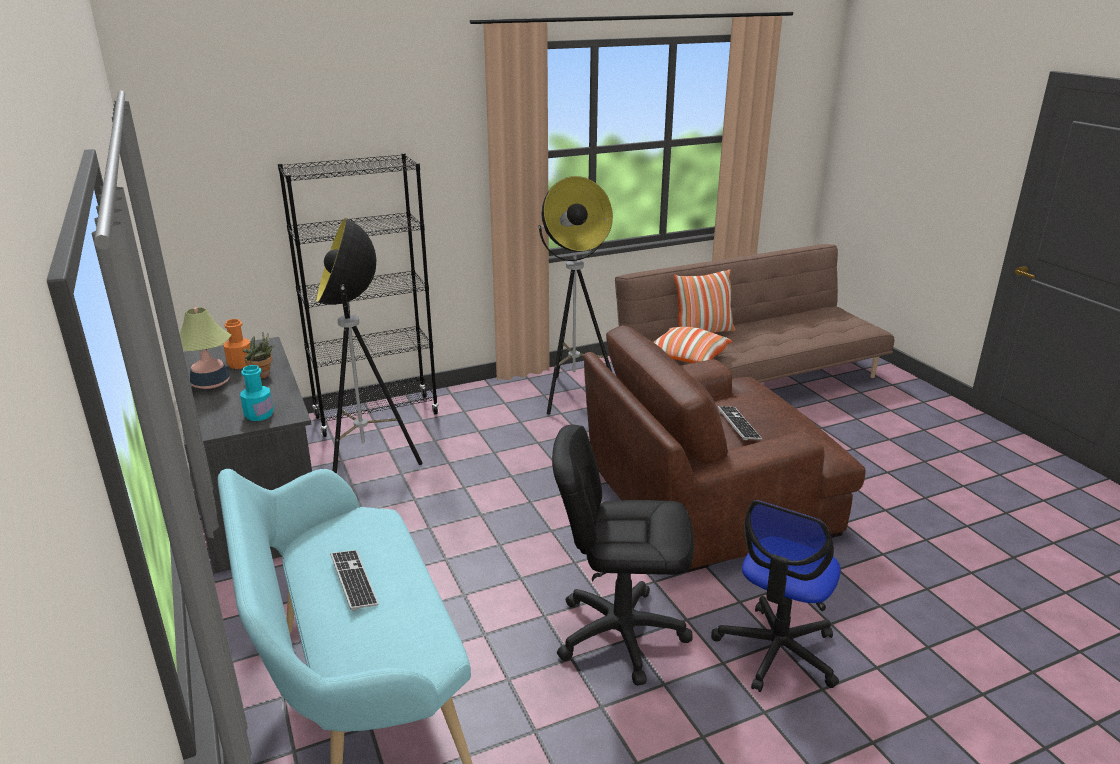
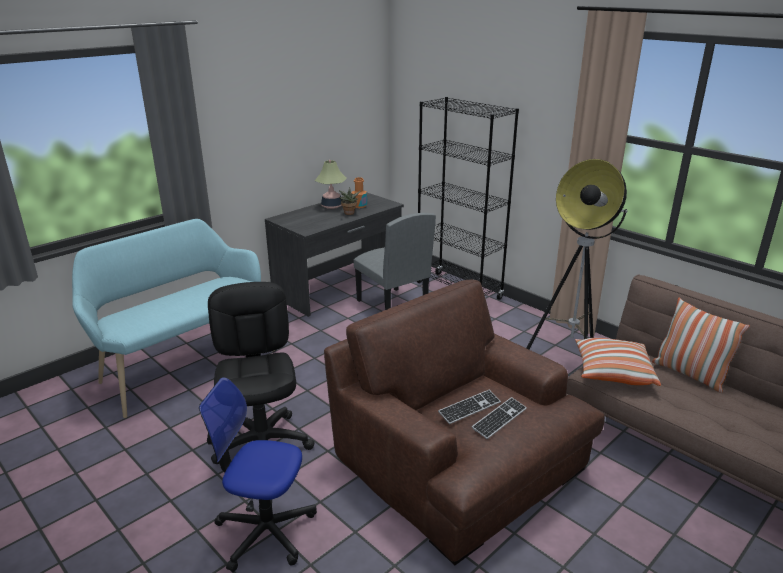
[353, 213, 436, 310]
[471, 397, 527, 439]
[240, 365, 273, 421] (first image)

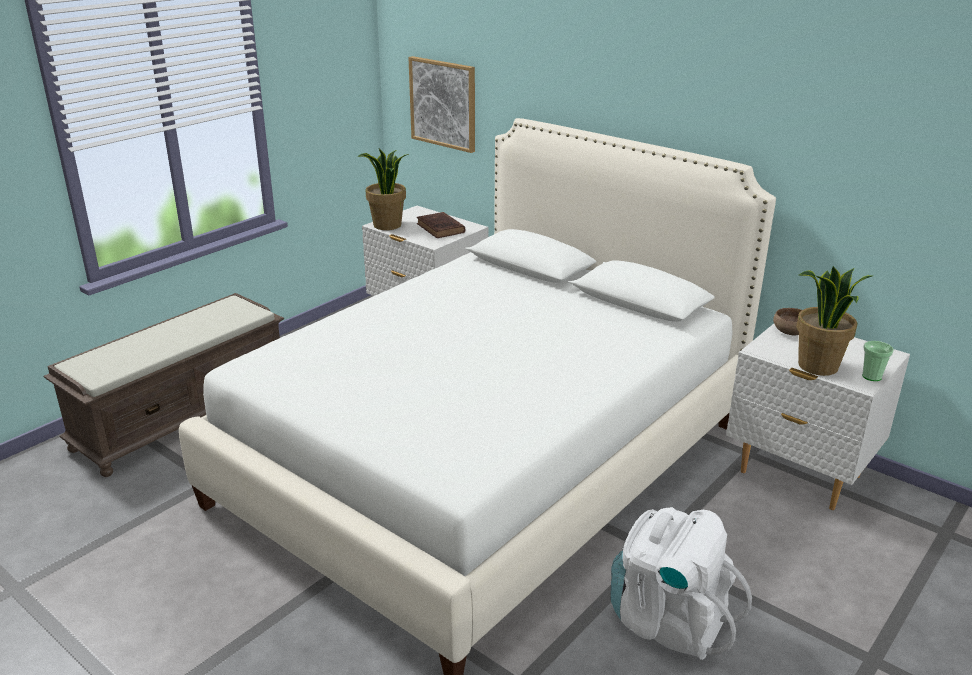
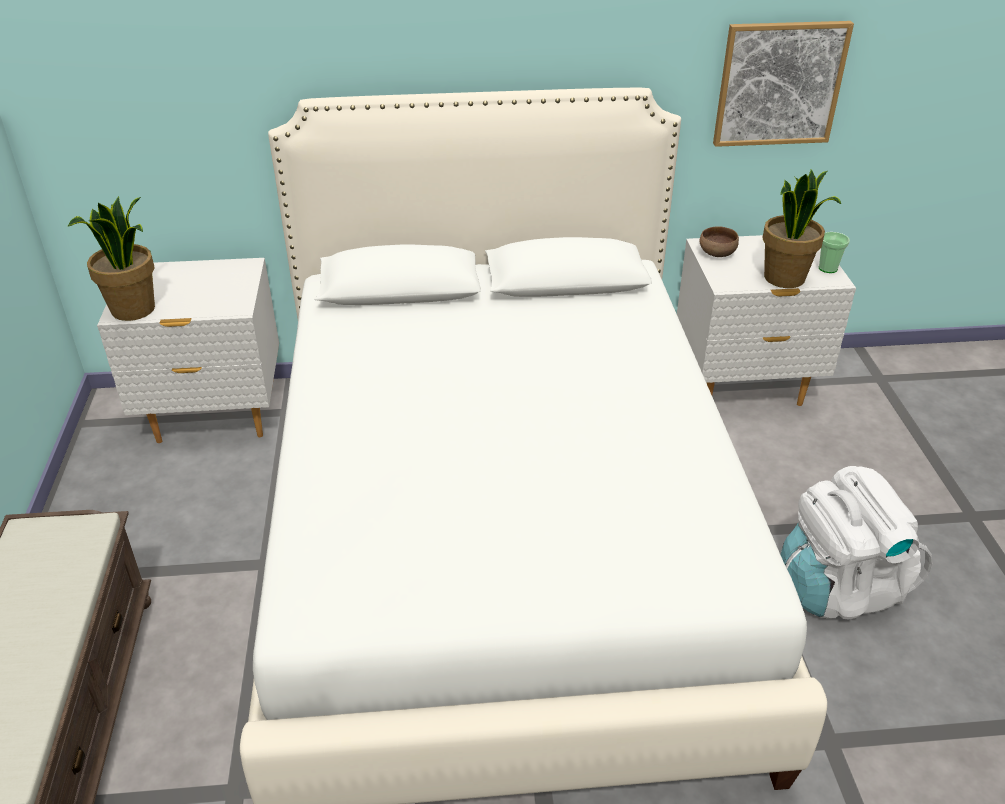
[713, 21, 854, 147]
[417, 212, 465, 238] (first image)

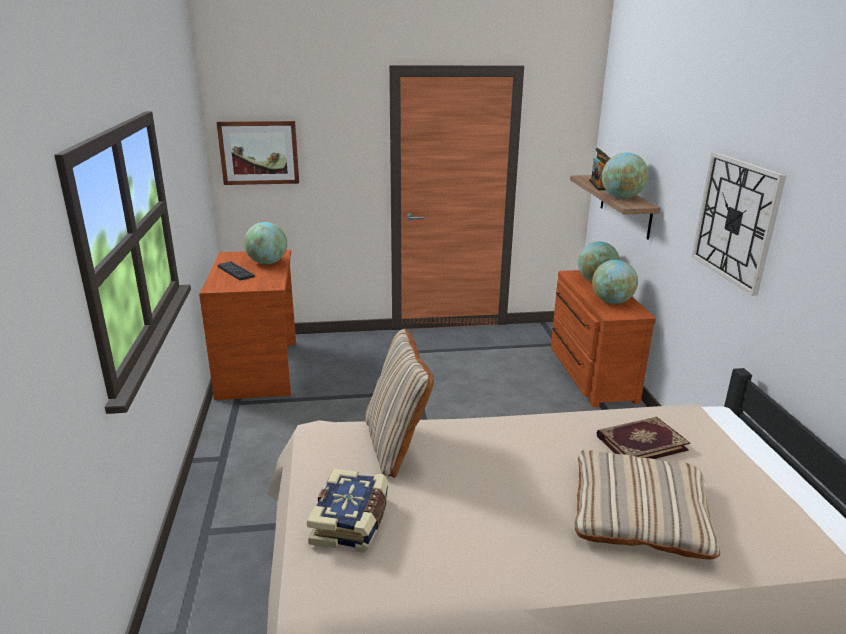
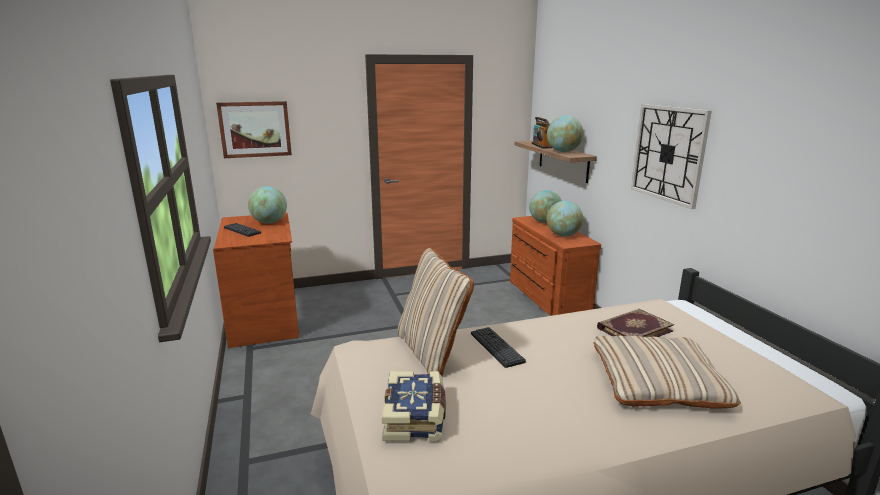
[471, 327, 526, 368]

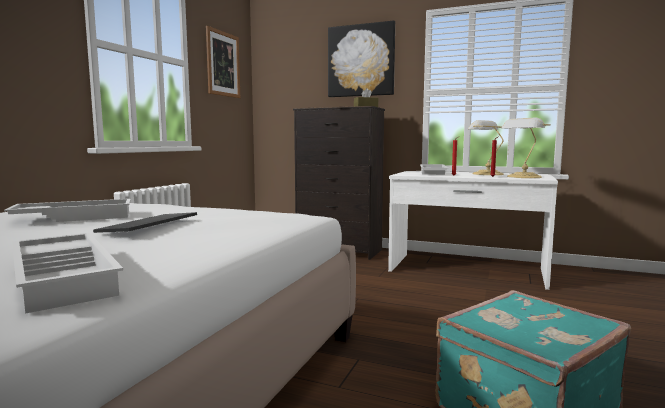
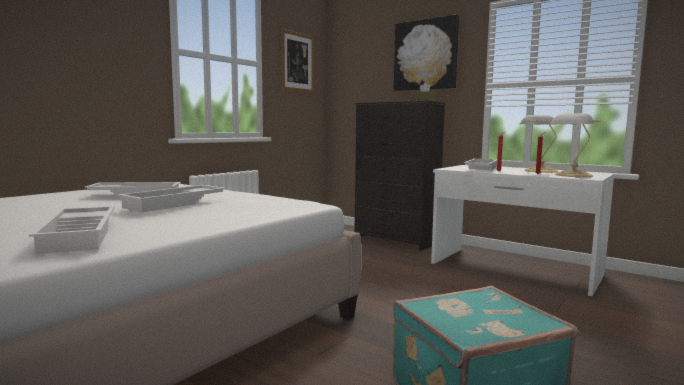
[118, 185, 226, 212]

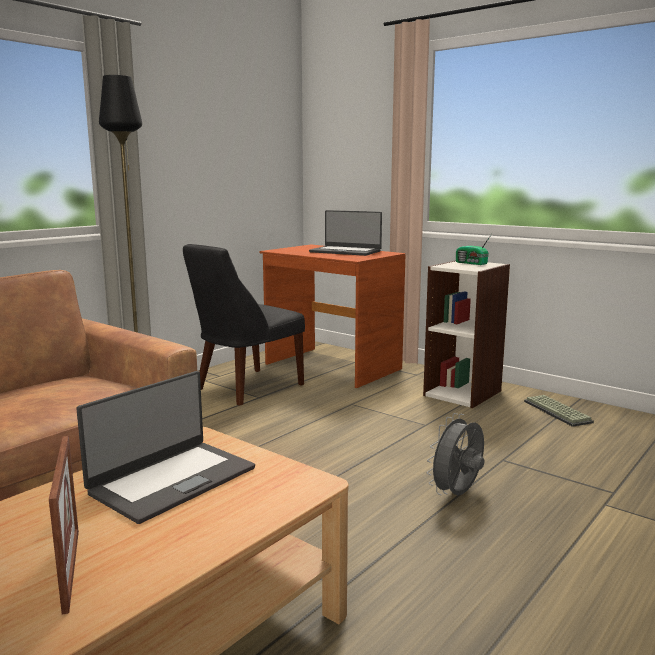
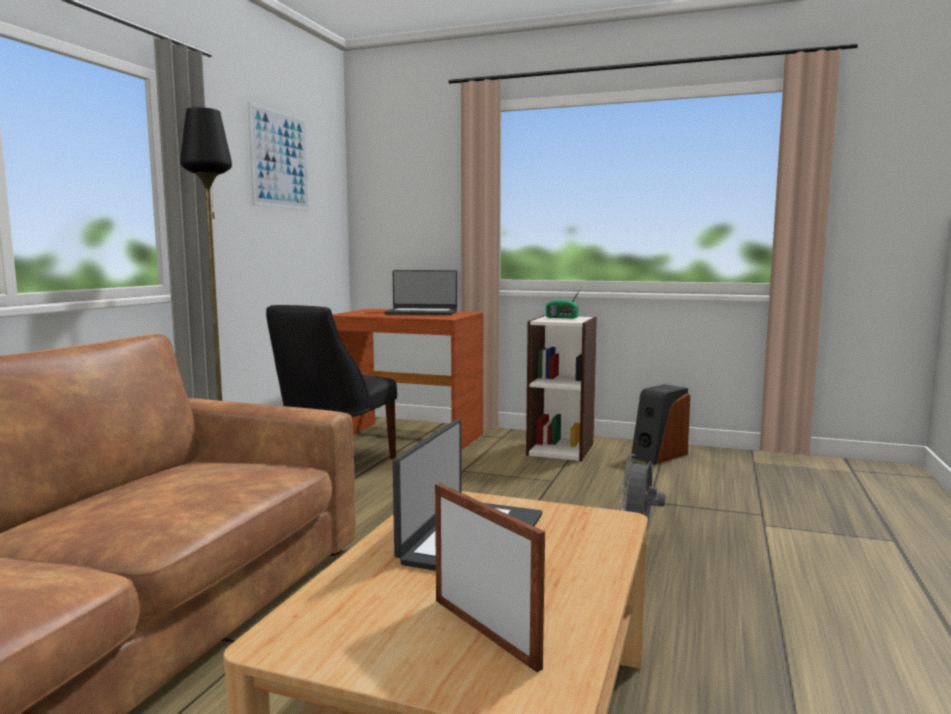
[248, 101, 310, 211]
[631, 384, 690, 464]

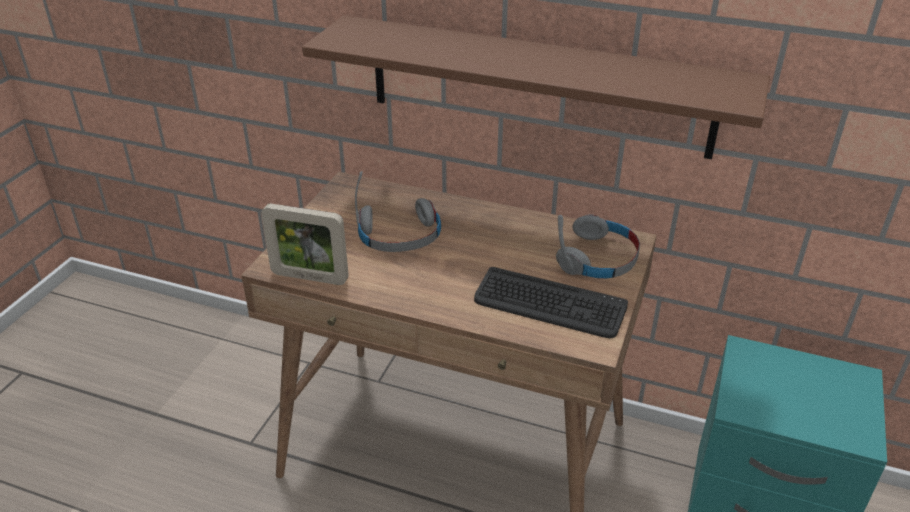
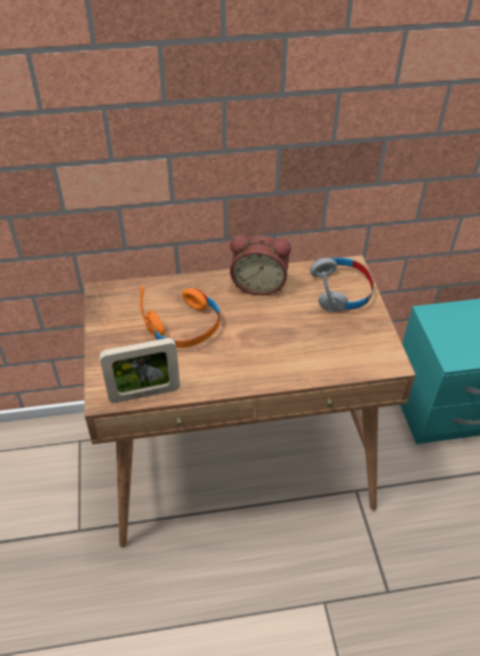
[140, 286, 220, 348]
[230, 235, 291, 295]
[302, 15, 770, 159] (first image)
[474, 267, 628, 338] (first image)

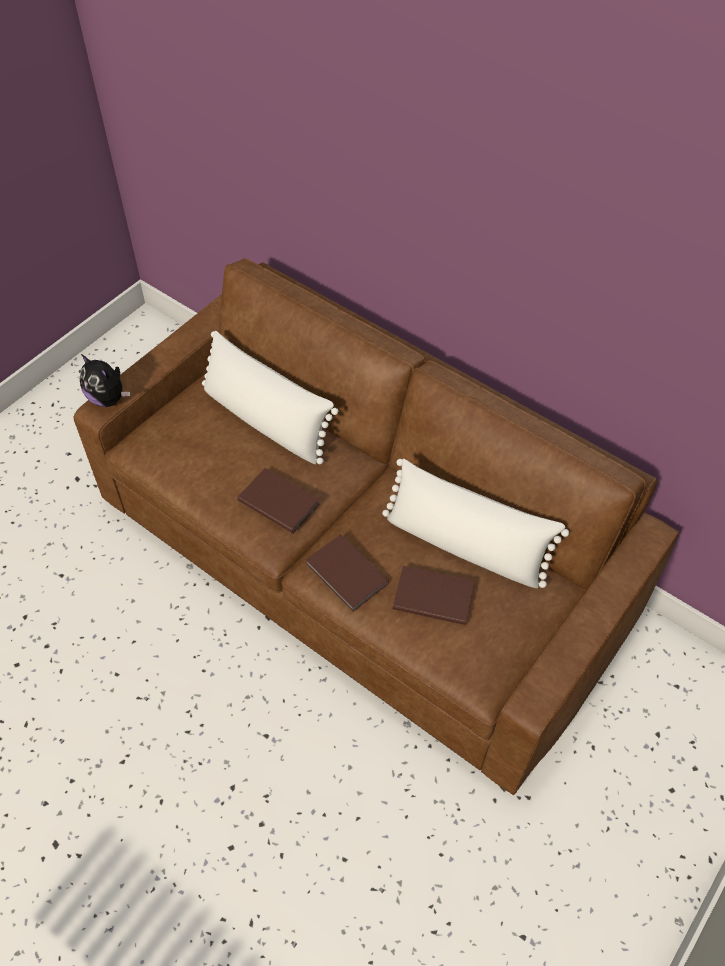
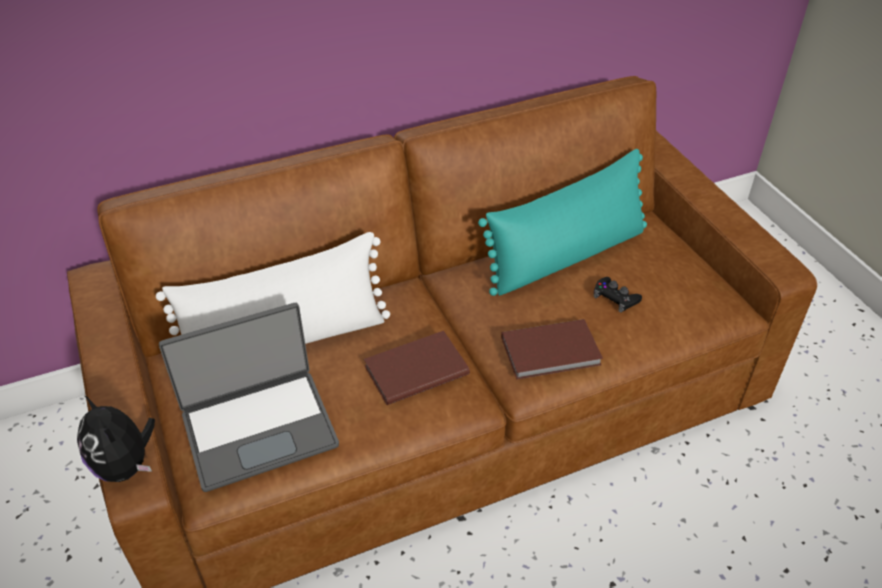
[77, 395, 155, 482]
[159, 303, 339, 492]
[478, 149, 647, 296]
[594, 277, 642, 313]

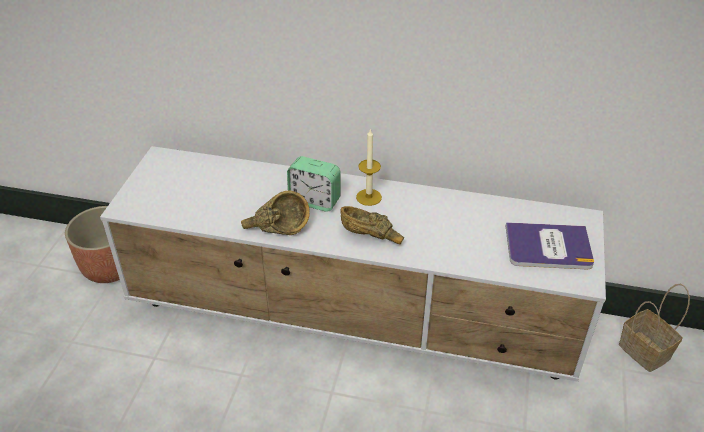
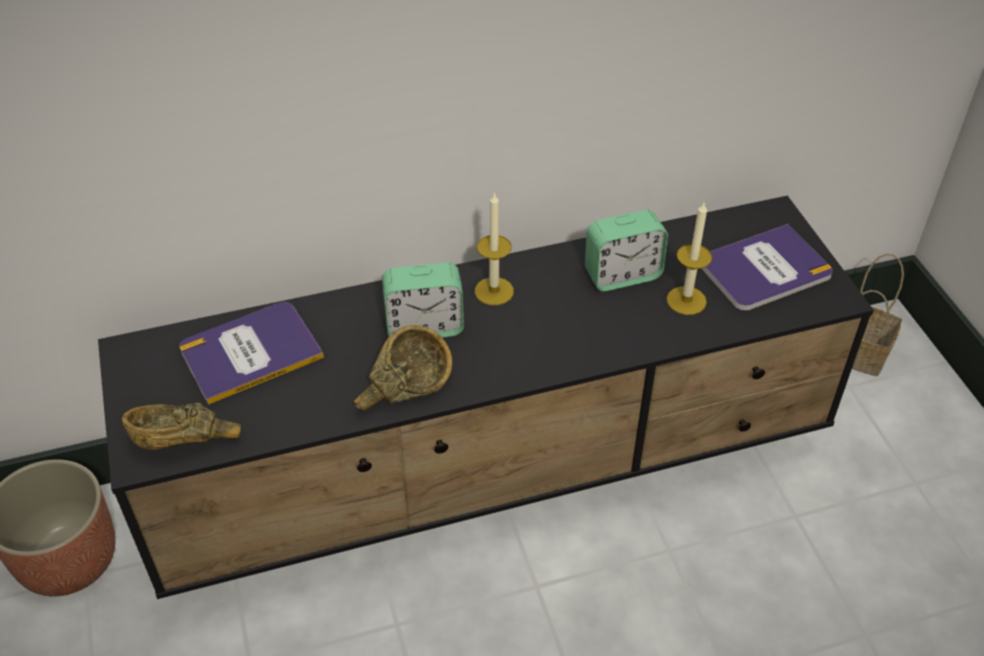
[98, 196, 874, 599]
[122, 402, 241, 450]
[179, 302, 324, 405]
[585, 210, 668, 291]
[667, 203, 712, 315]

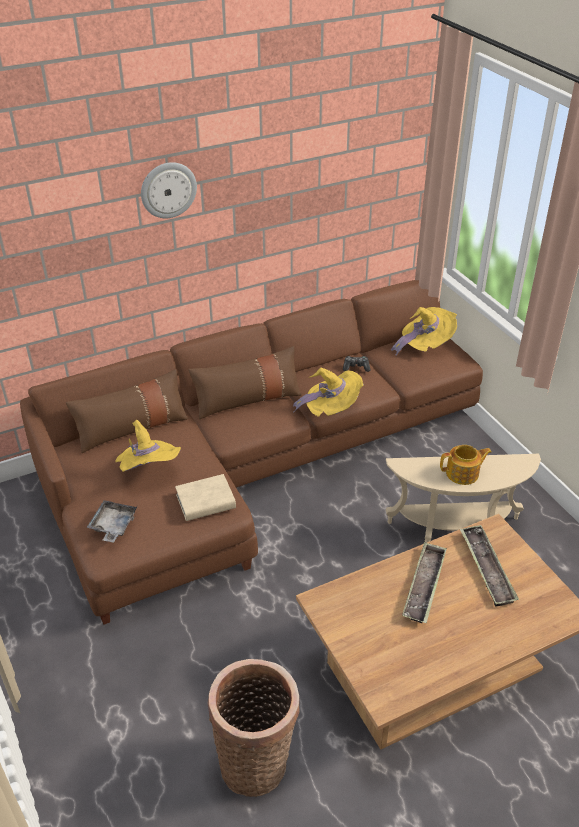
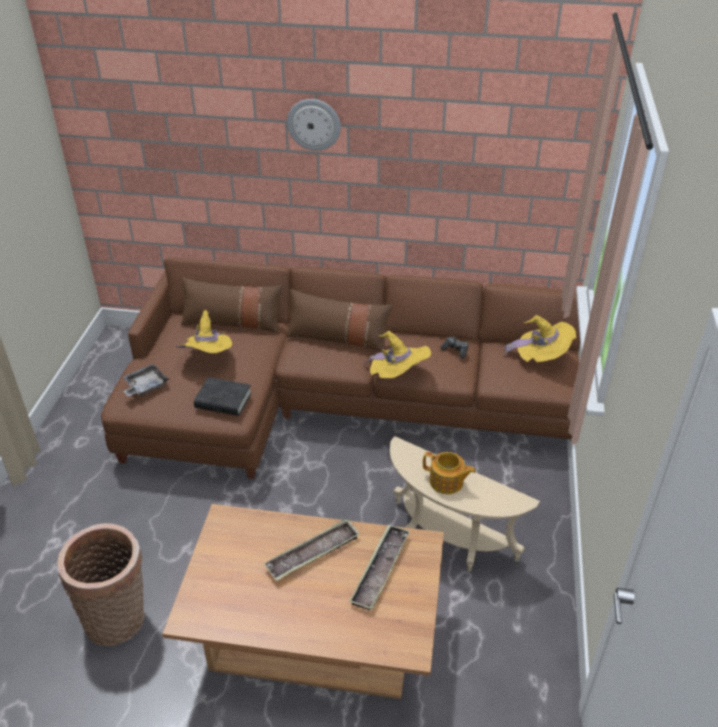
[194, 377, 252, 416]

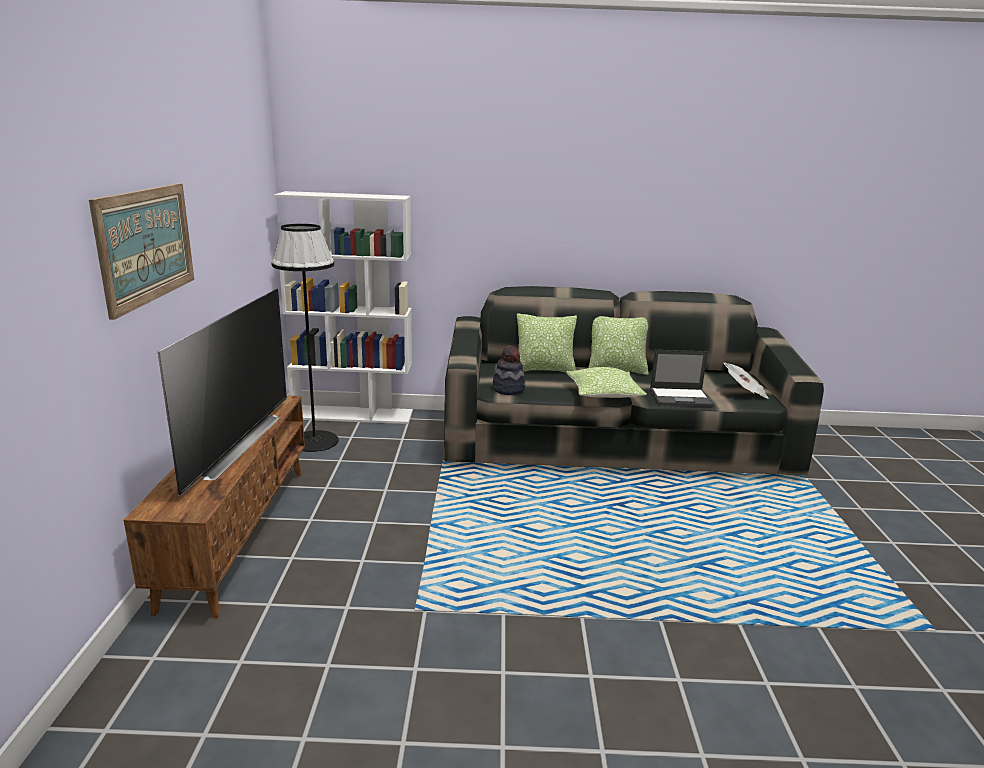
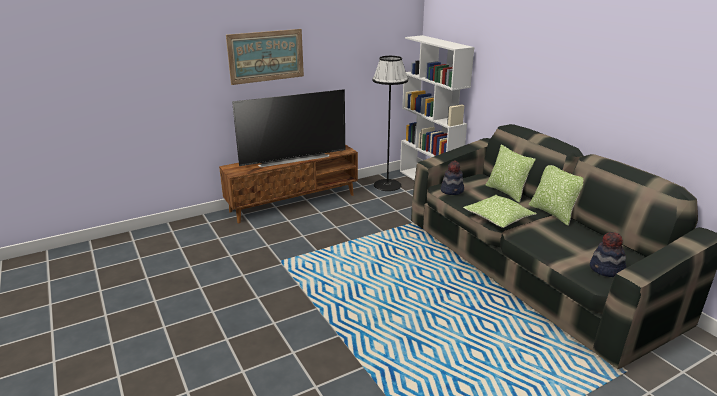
[590, 232, 626, 277]
[650, 350, 714, 407] (first image)

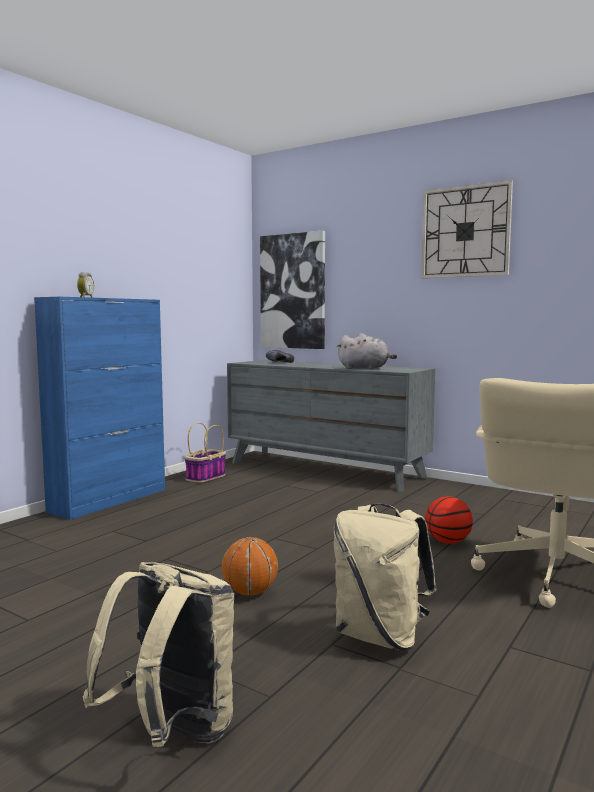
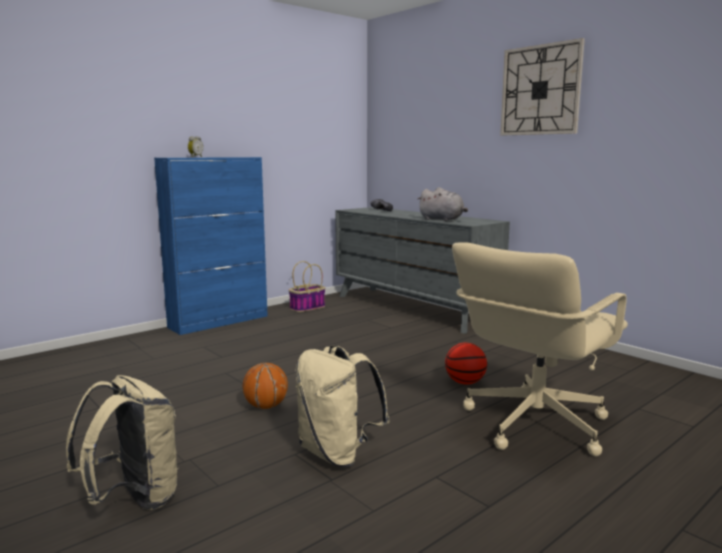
[260, 231, 325, 349] (first image)

